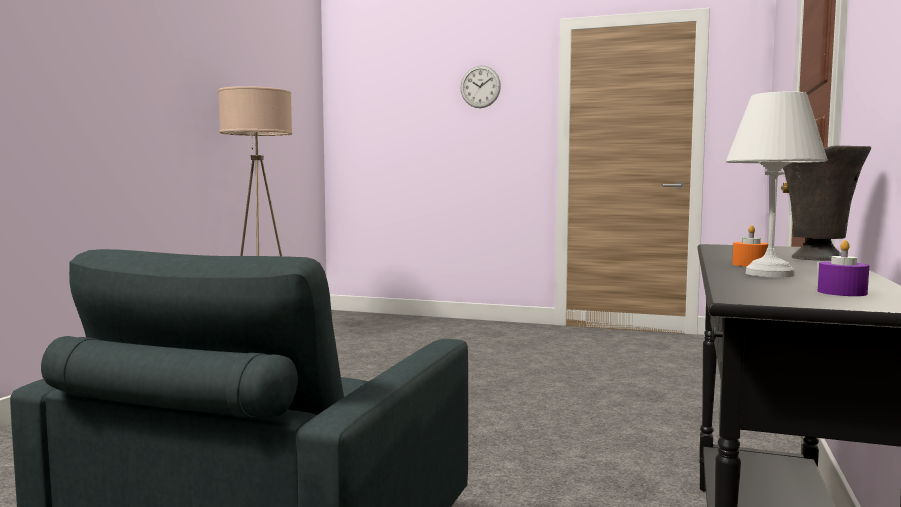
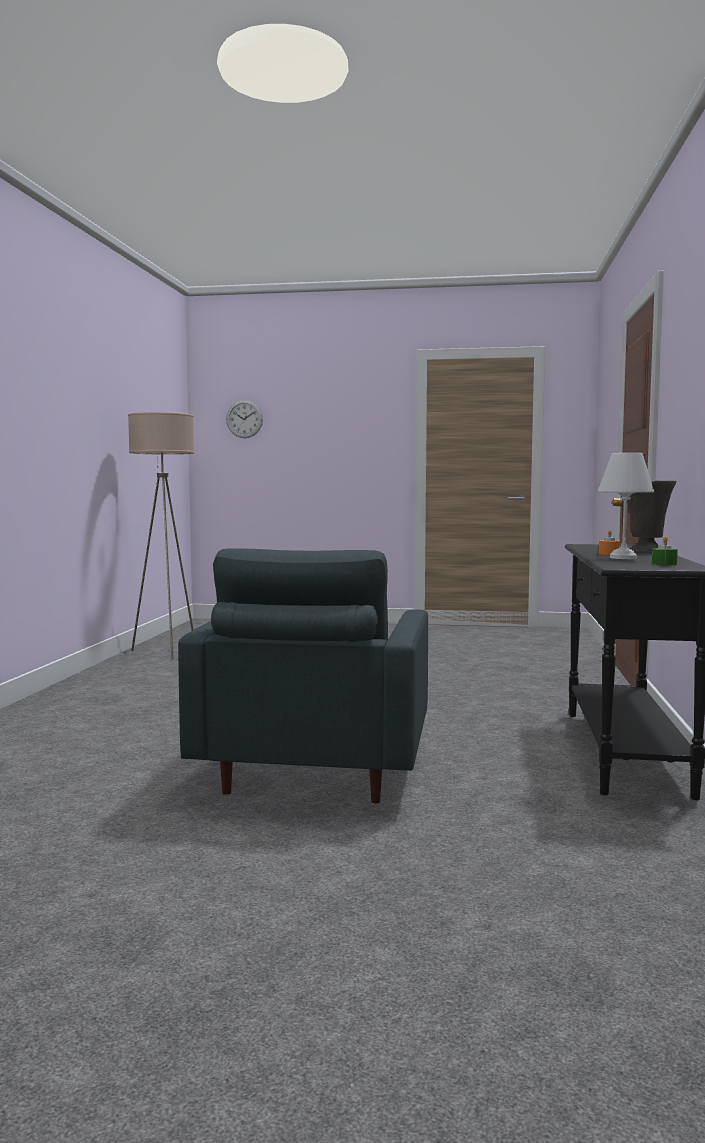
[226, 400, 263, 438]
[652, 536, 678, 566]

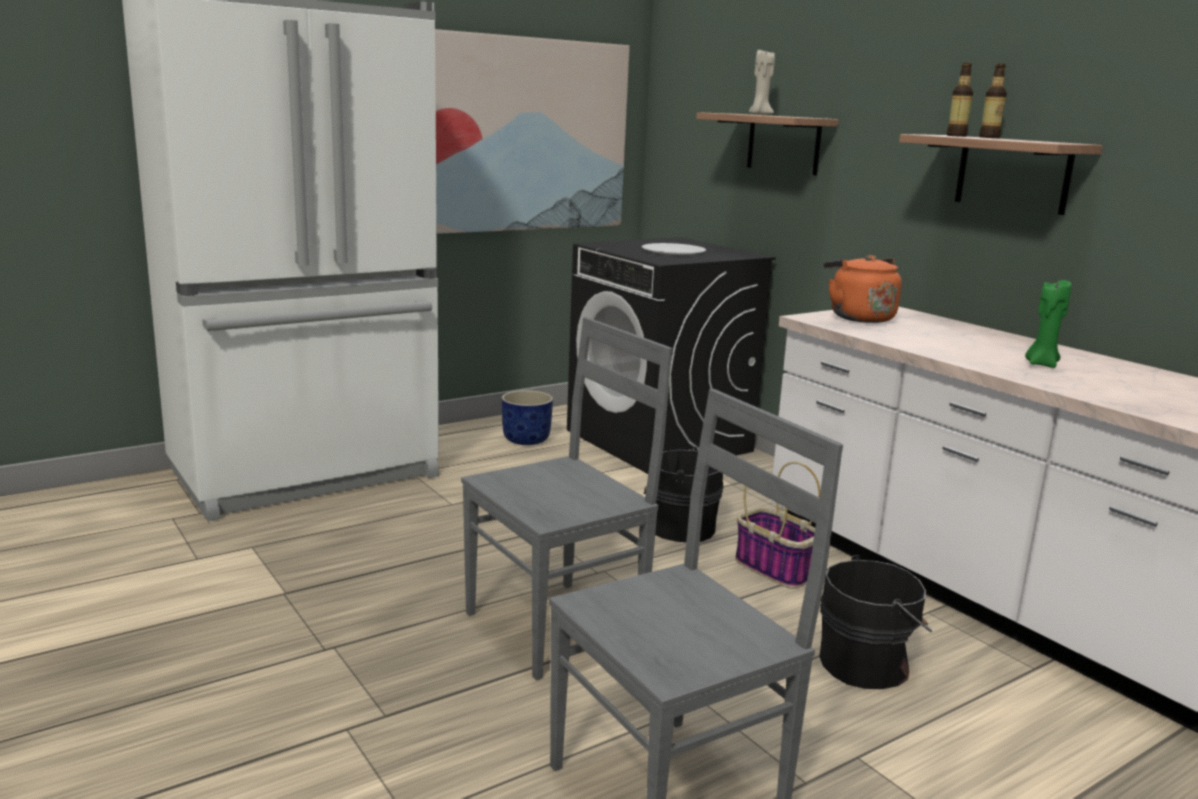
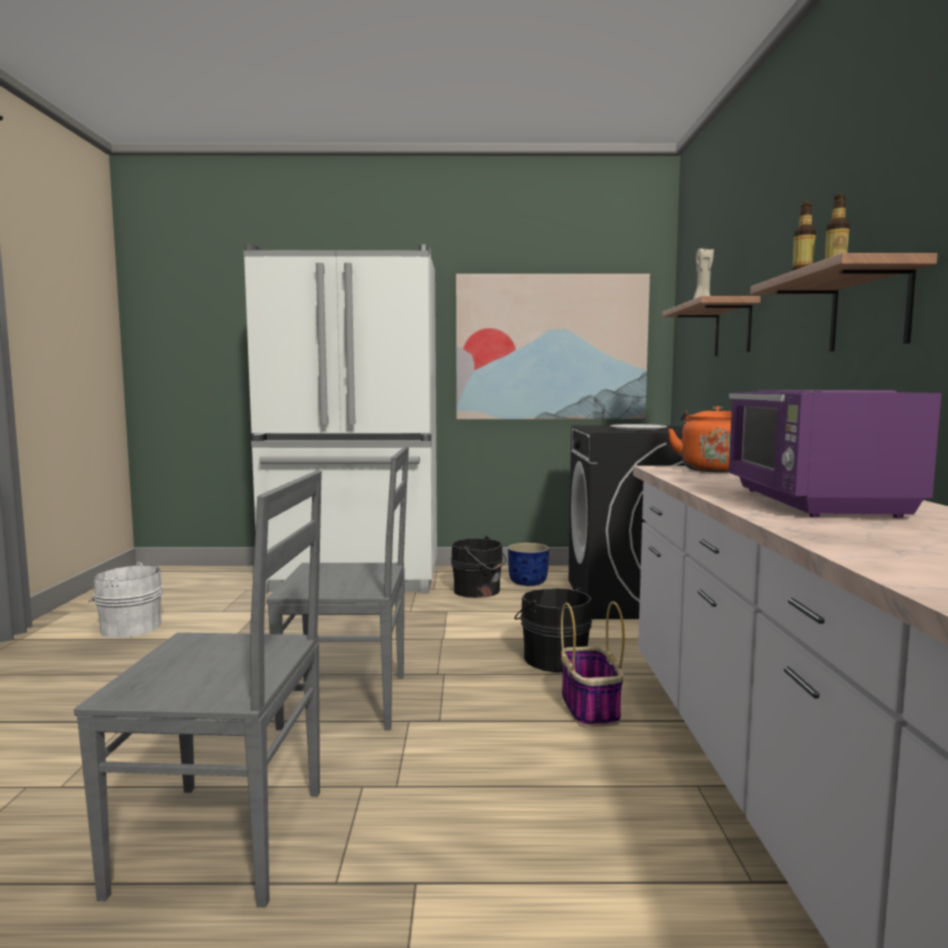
[88, 562, 163, 638]
[451, 536, 507, 598]
[728, 390, 941, 518]

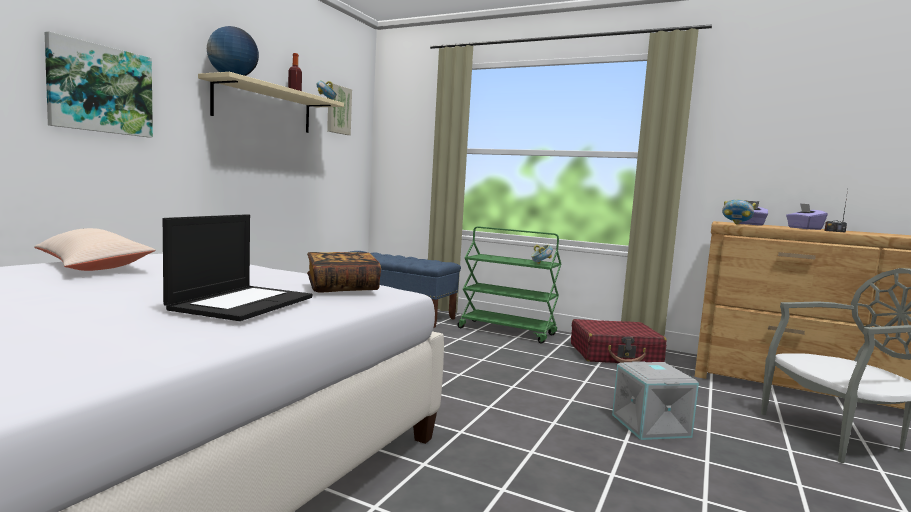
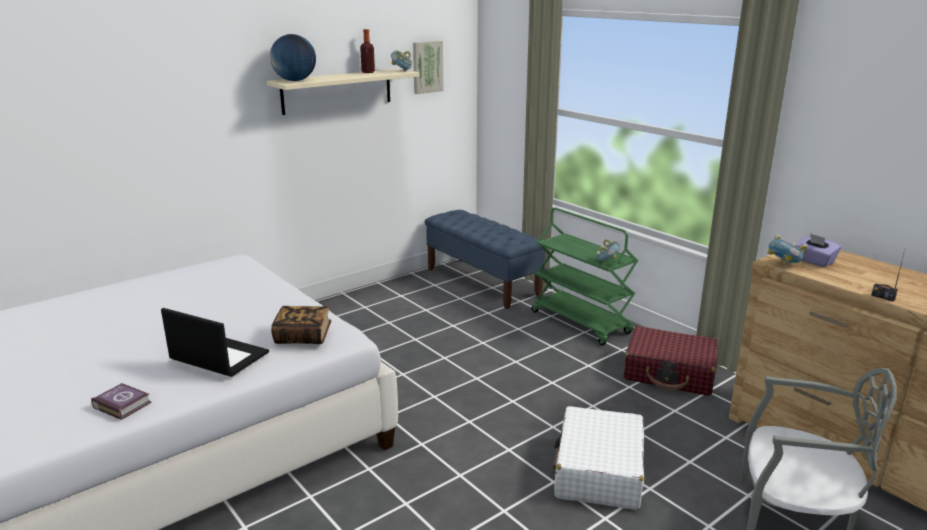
[91, 383, 151, 420]
[161, 308, 269, 377]
[553, 406, 644, 510]
[34, 228, 156, 271] (first image)
[45, 31, 153, 138] (first image)
[786, 203, 828, 230] (first image)

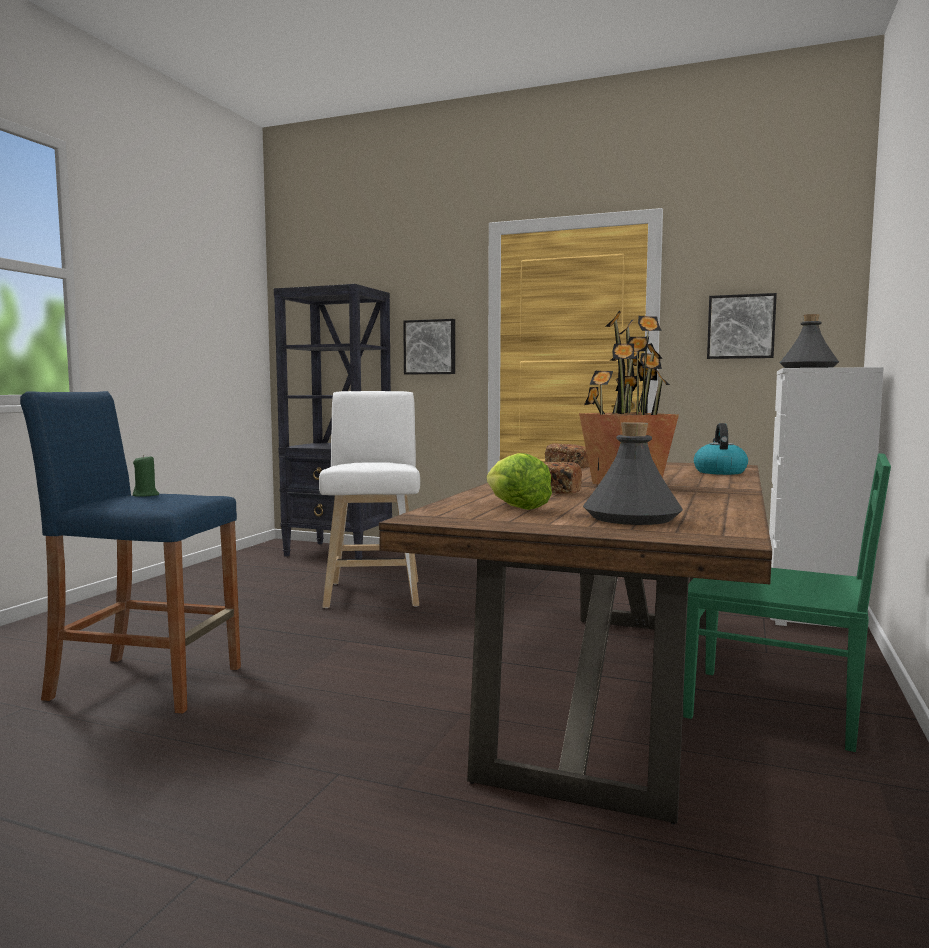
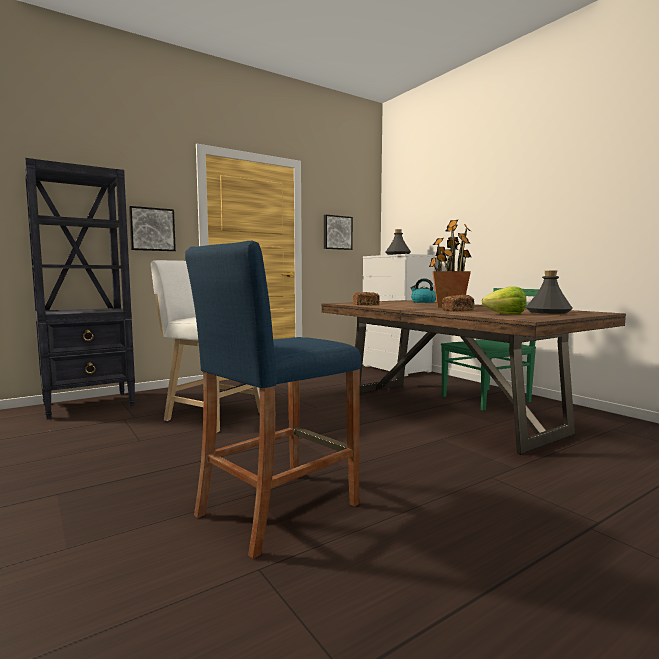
[133, 454, 159, 497] (first image)

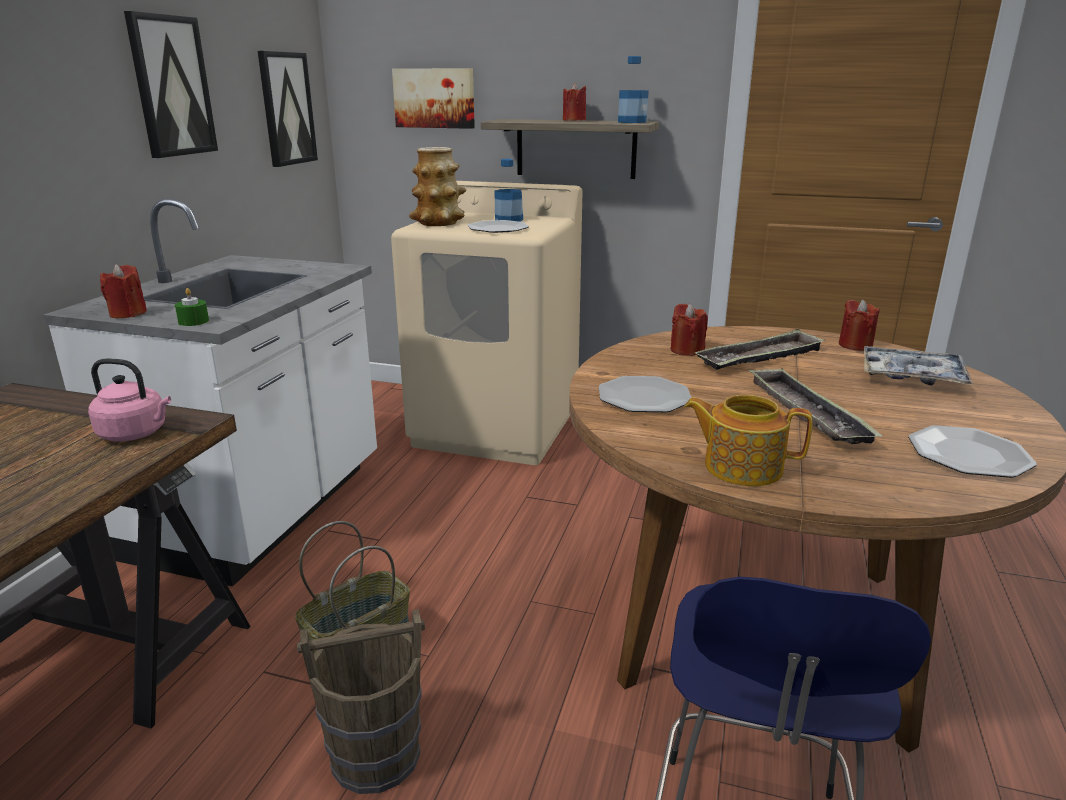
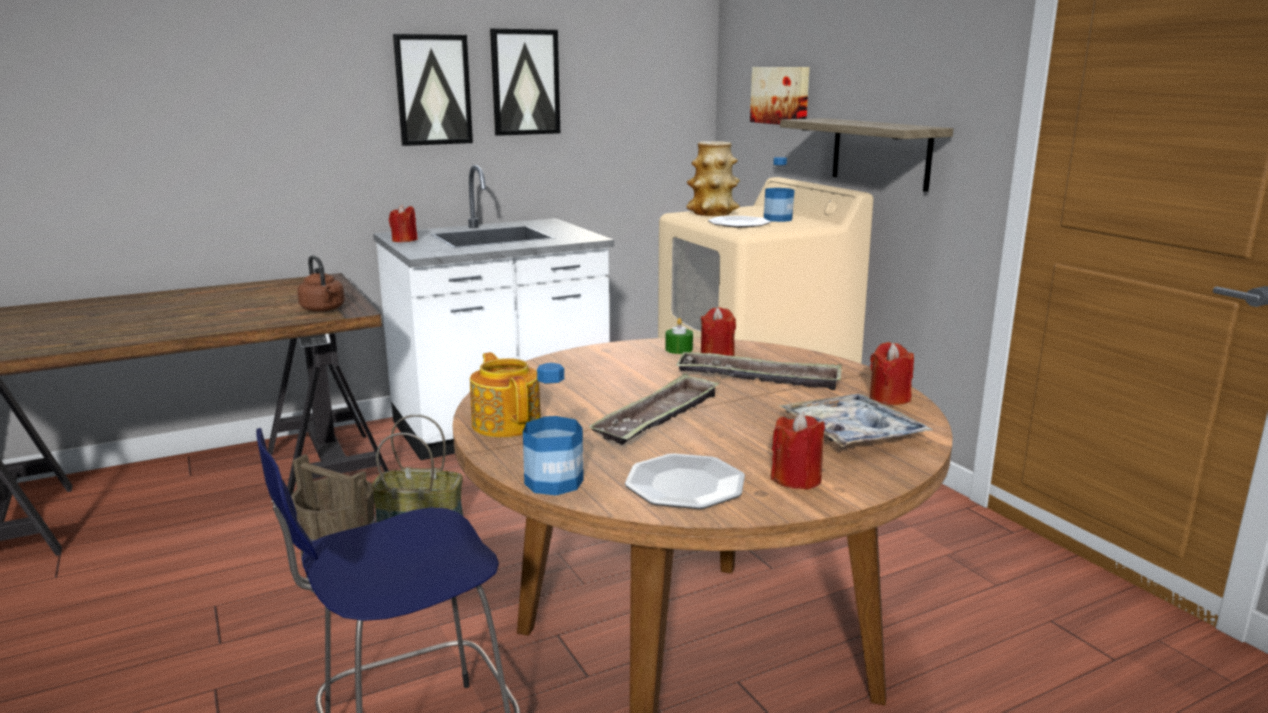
[297, 255, 345, 312]
[393, 34, 473, 146]
[523, 363, 584, 495]
[665, 318, 693, 354]
[771, 412, 825, 490]
[599, 376, 691, 412] (first image)

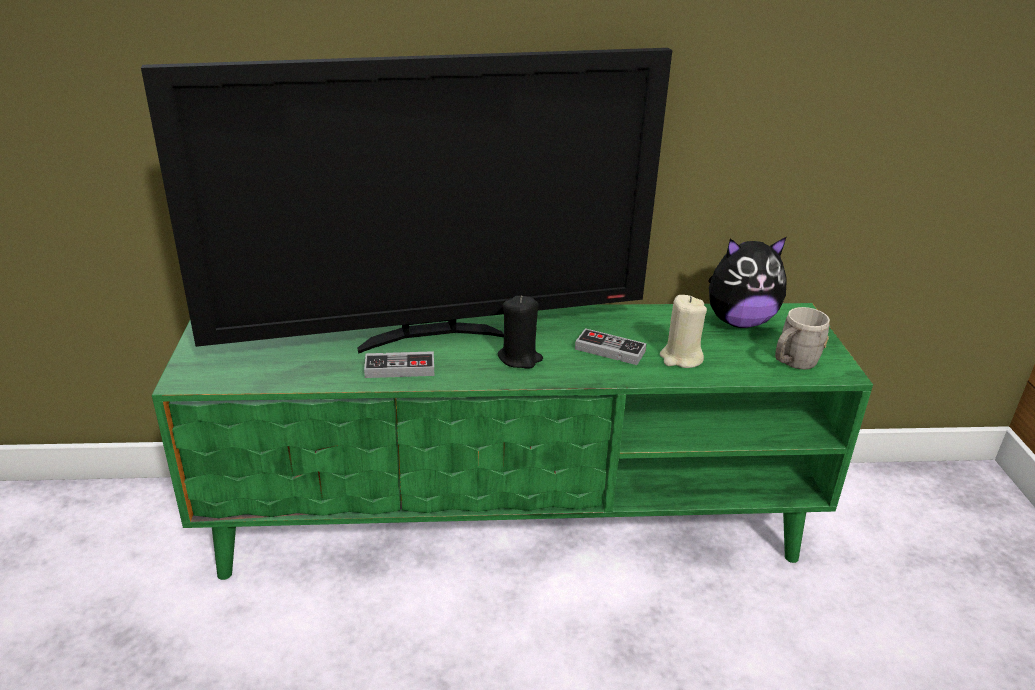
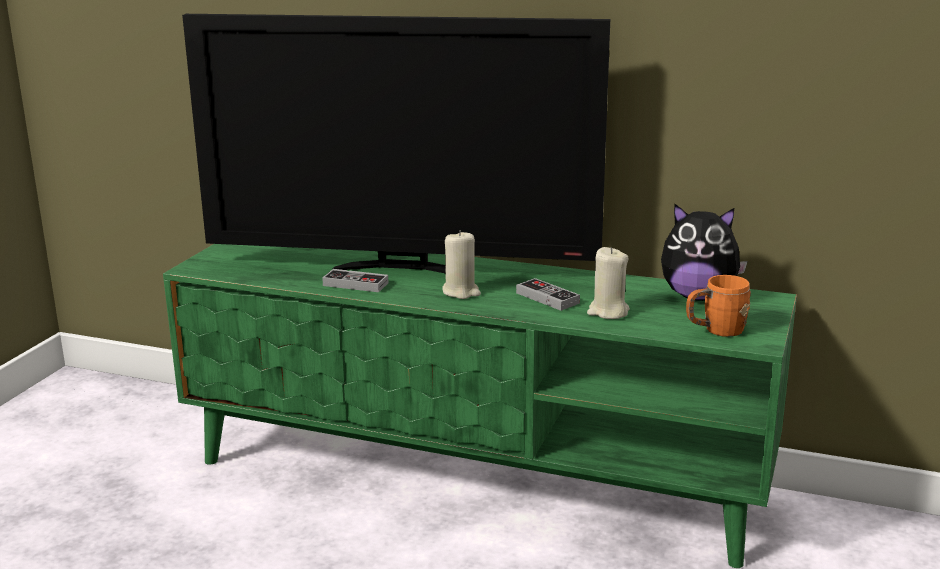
[443, 230, 481, 299]
[686, 275, 751, 337]

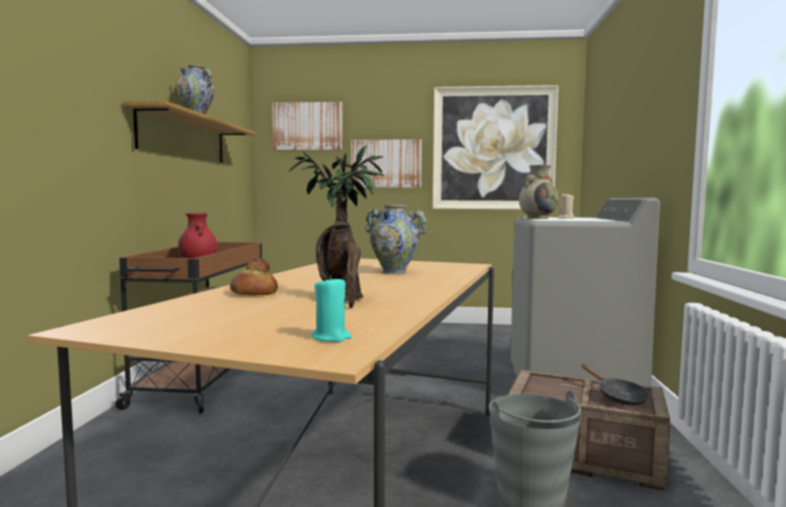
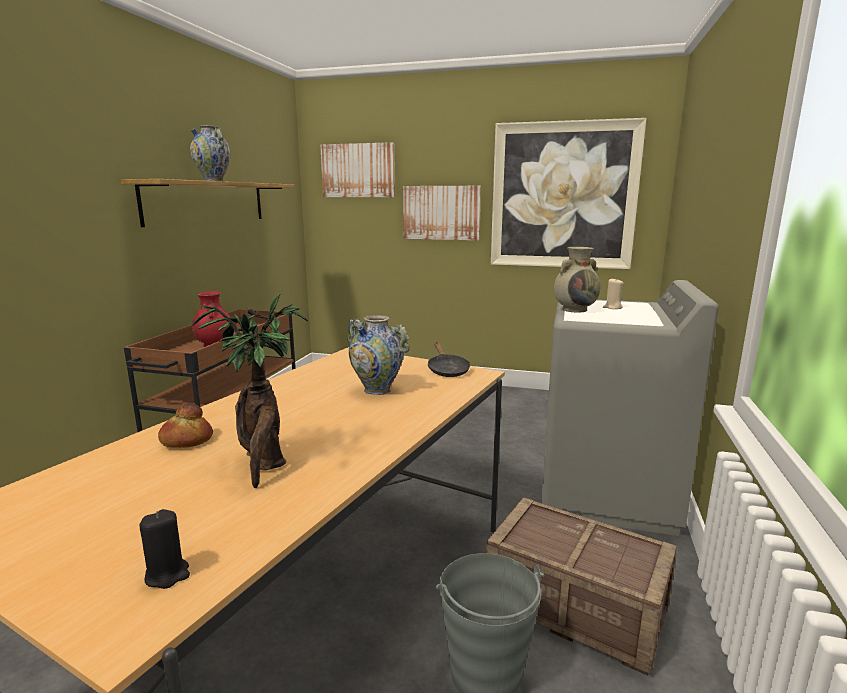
[139, 509, 190, 589]
[428, 342, 470, 377]

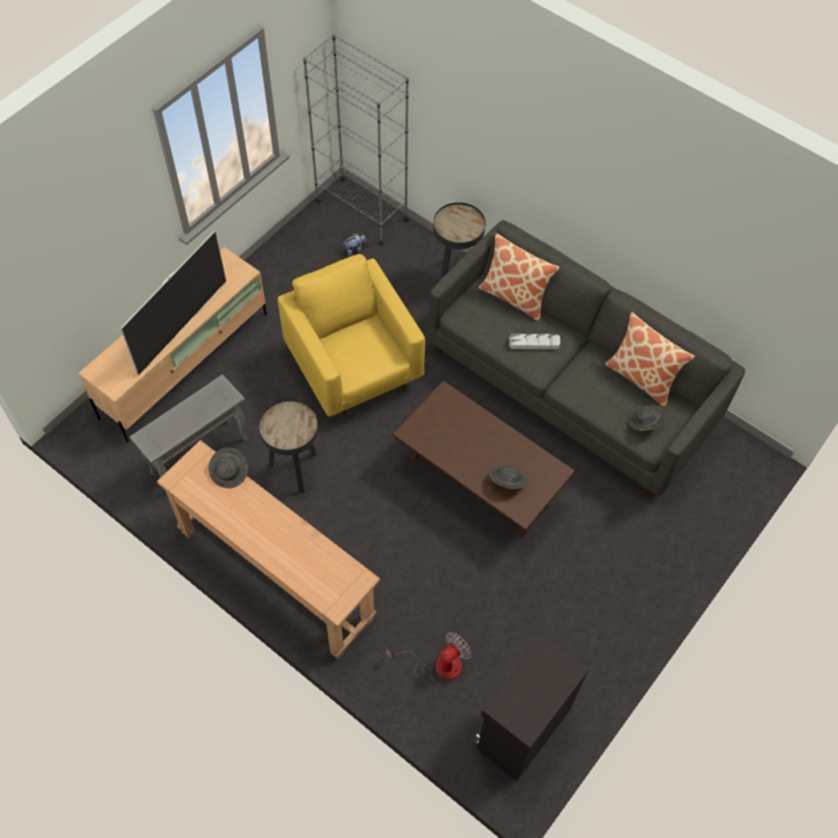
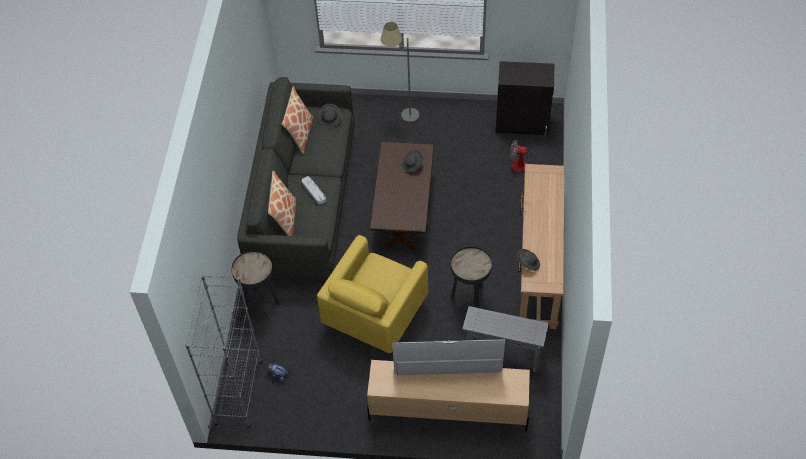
[381, 22, 419, 122]

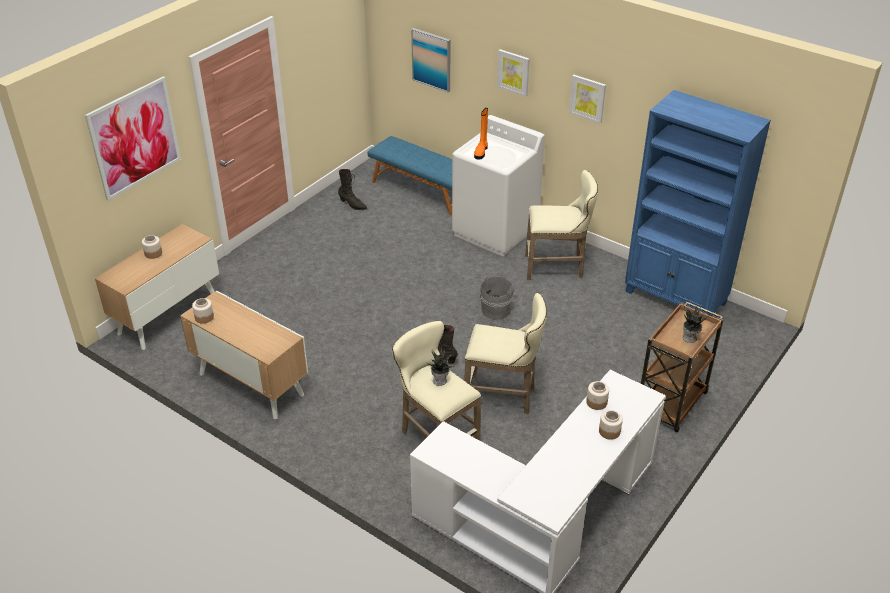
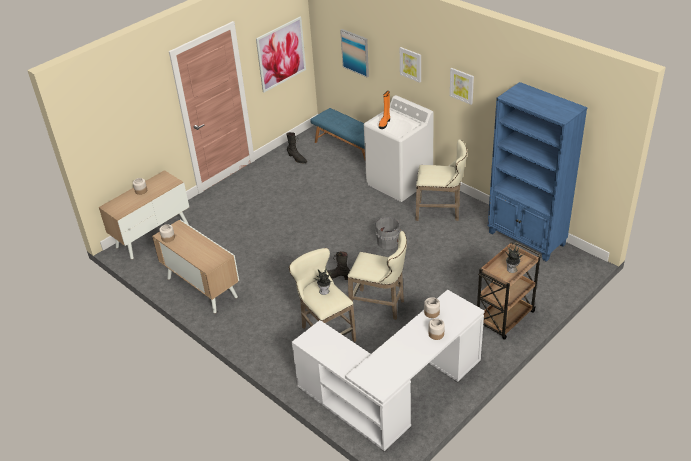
[256, 17, 306, 93]

